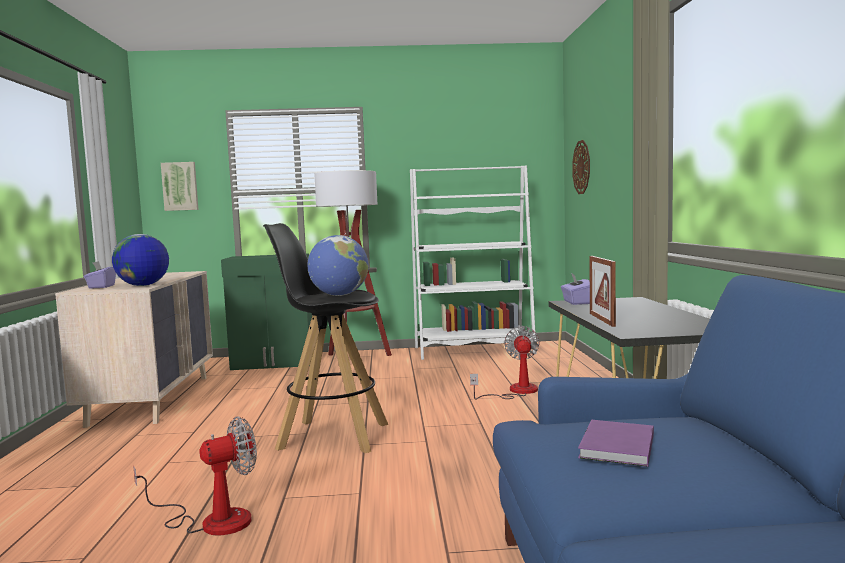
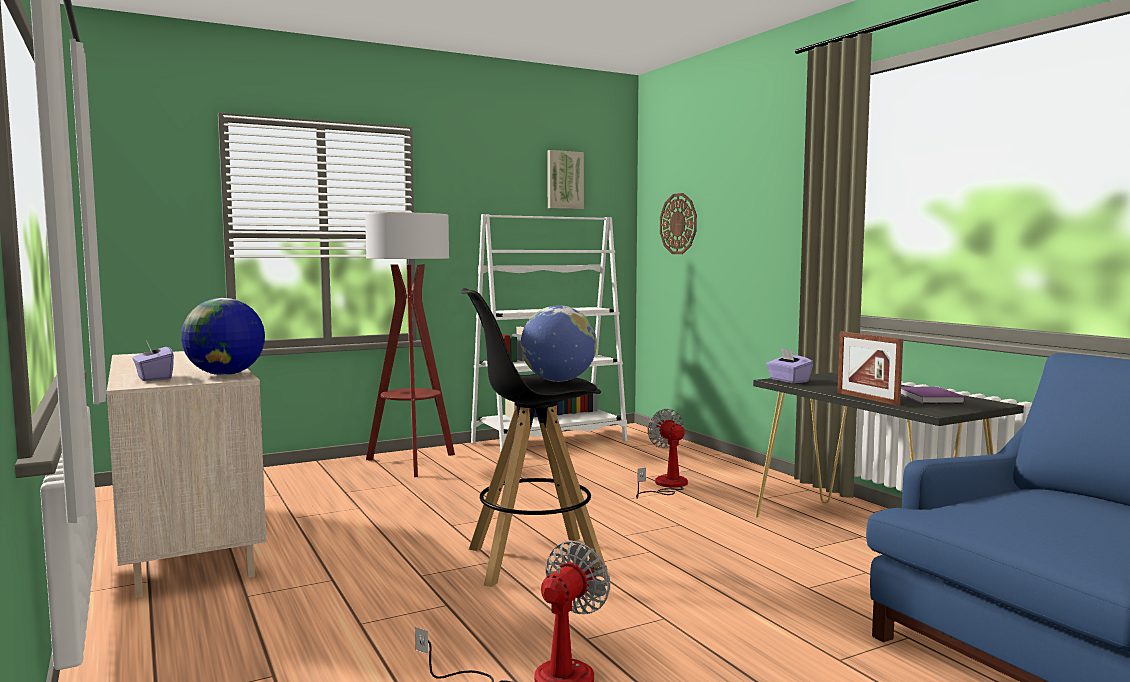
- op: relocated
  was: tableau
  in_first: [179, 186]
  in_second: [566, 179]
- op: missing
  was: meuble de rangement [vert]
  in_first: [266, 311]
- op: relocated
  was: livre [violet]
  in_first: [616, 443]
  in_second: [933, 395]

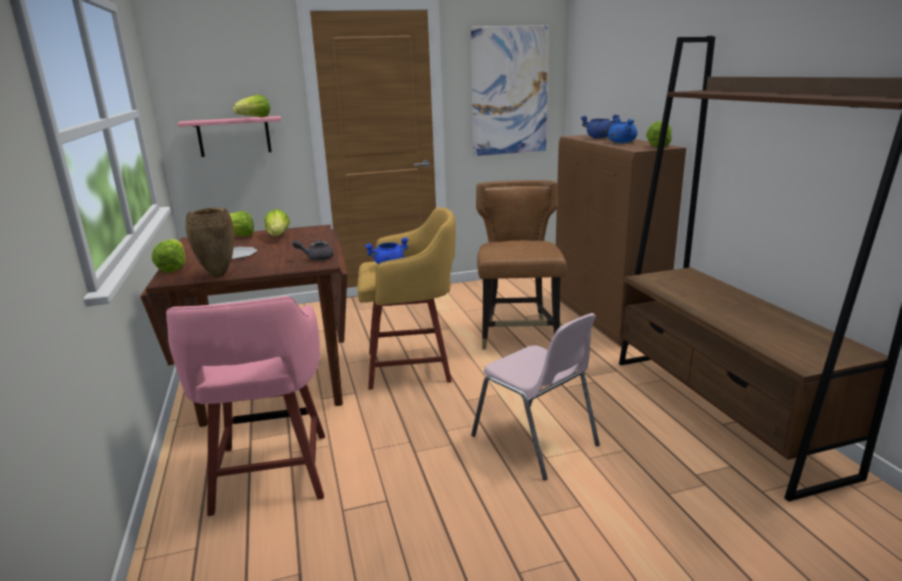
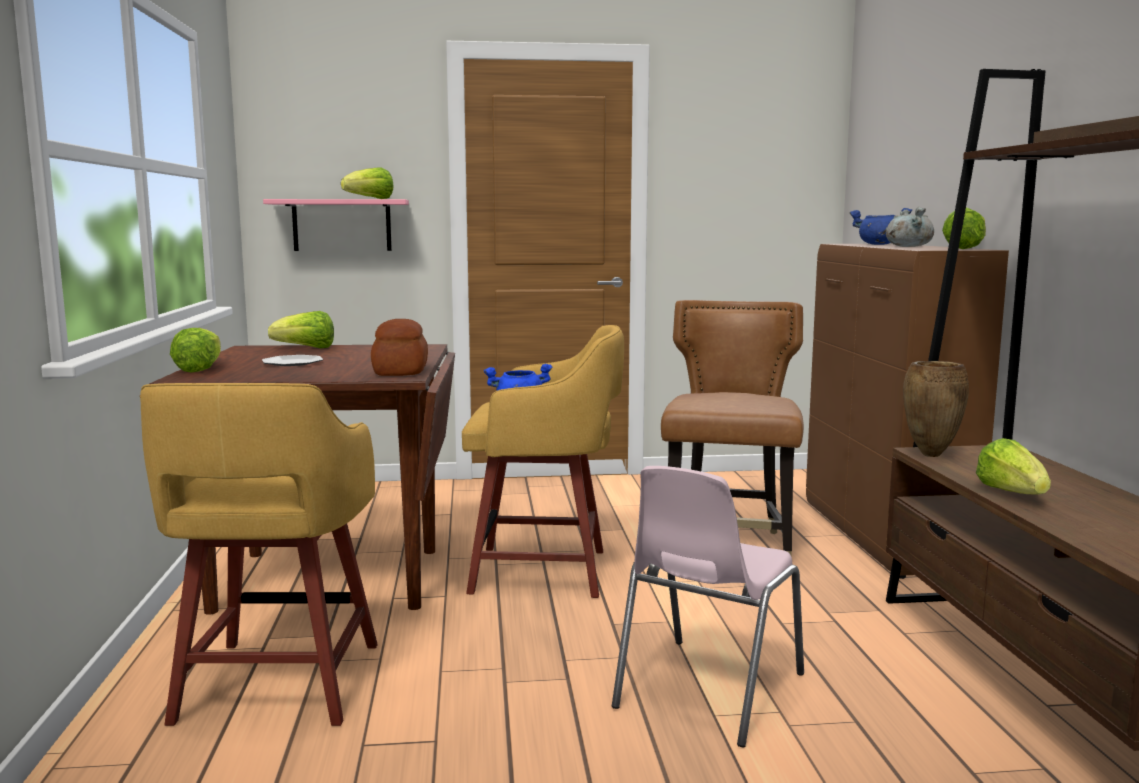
- op: missing
  was: tableau
  in_first: [510, 90]
- op: colour
  was: marmite [bleu]
  now: marmite [gris]
  in_first: [622, 130]
  in_second: [910, 227]
- op: relocated
  was: vase [marron]
  in_first: [209, 242]
  in_second: [936, 409]
- op: relocated
  was: laitue
  in_first: [277, 222]
  in_second: [1013, 466]
- op: exchanged
  was: théière [gris]
  now: pain
  in_first: [312, 250]
  in_second: [399, 347]
- op: colour
  was: tabouret [rose]
  now: tabouret [jaune]
  in_first: [245, 406]
  in_second: [259, 554]
- op: spun
  was: chaise [rose]
  in_first: [535, 396]
  in_second: [708, 606]
  clockwise: 60

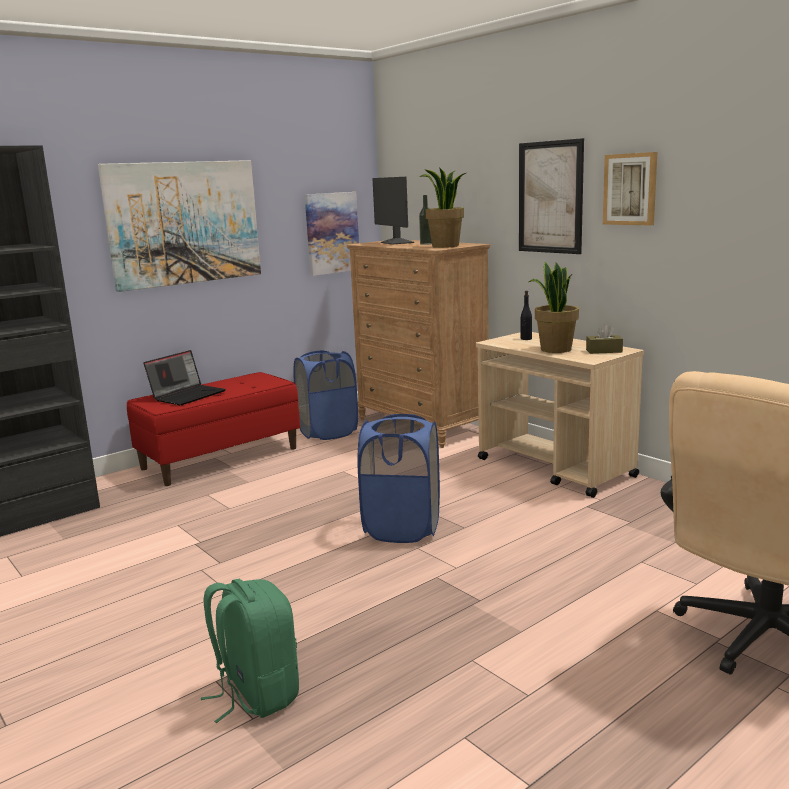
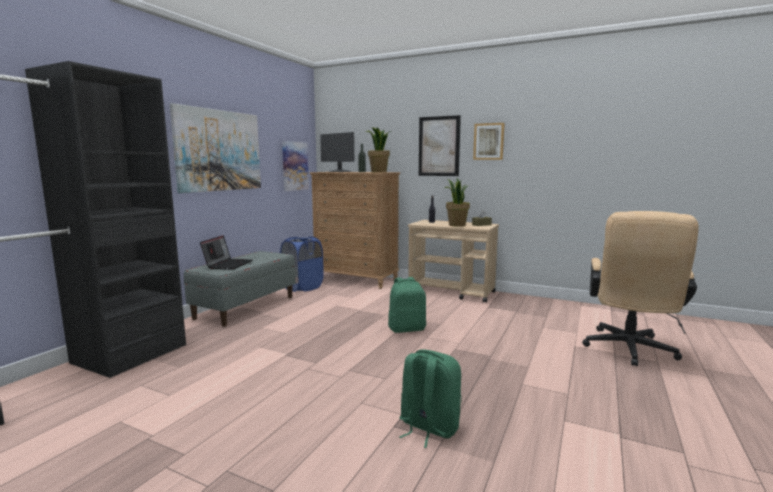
- op: colour
  was: banc [rouge]
  now: banc [gris]
  in_first: [213, 429]
  in_second: [240, 289]
- op: exchanged
  was: panier à linge [bleu]
  now: sac à dos [vert]
  in_first: [398, 478]
  in_second: [407, 305]

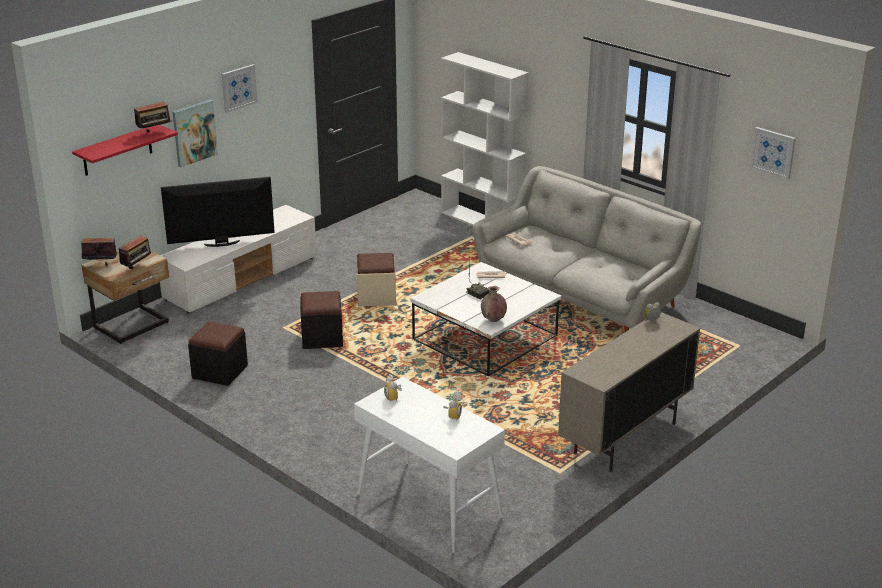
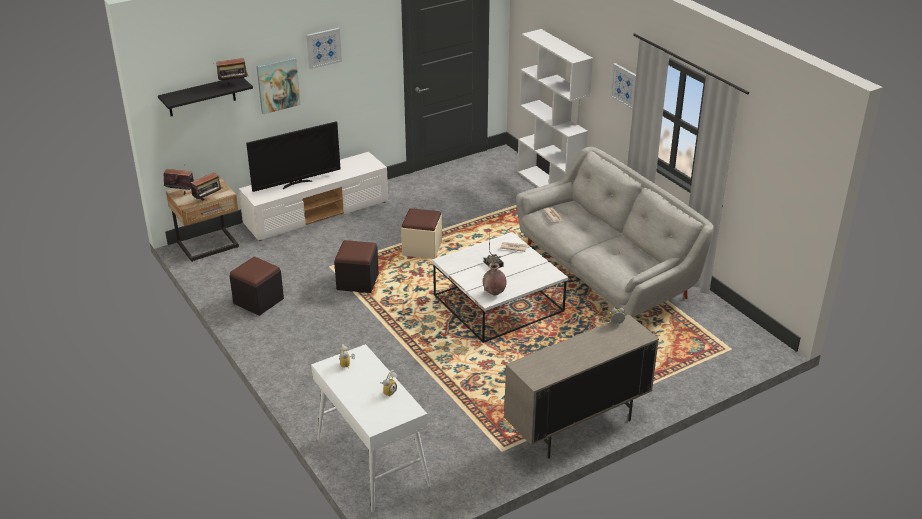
- op: colour
  was: étagère [rouge]
  now: étagère [noir]
  in_first: [125, 150]
  in_second: [205, 97]
- op: relocated
  was: tableau
  in_first: [773, 153]
  in_second: [623, 86]
- op: spun
  was: téléviseur
  in_first: [218, 212]
  in_second: [293, 156]
  clockwise: 150

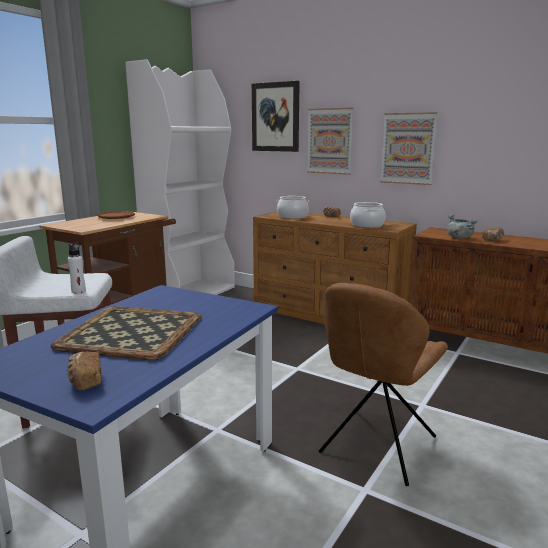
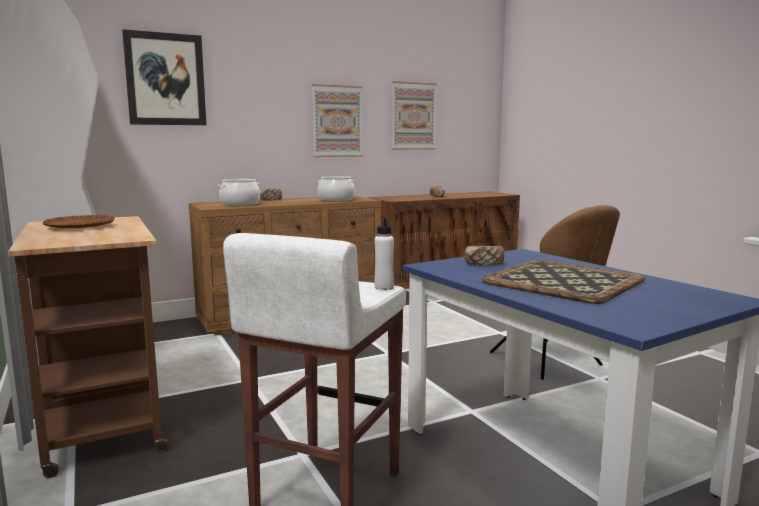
- op: relocated
  was: tableau
  in_first: [330, 141]
  in_second: [414, 115]
- op: missing
  was: marmite [gris]
  in_first: [462, 226]
- op: relocated
  was: pain
  in_first: [84, 371]
  in_second: [484, 256]

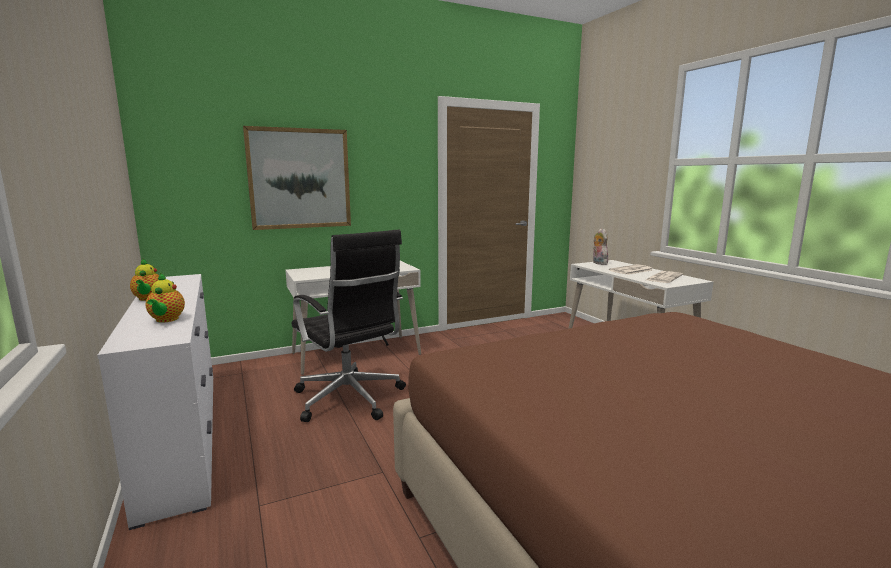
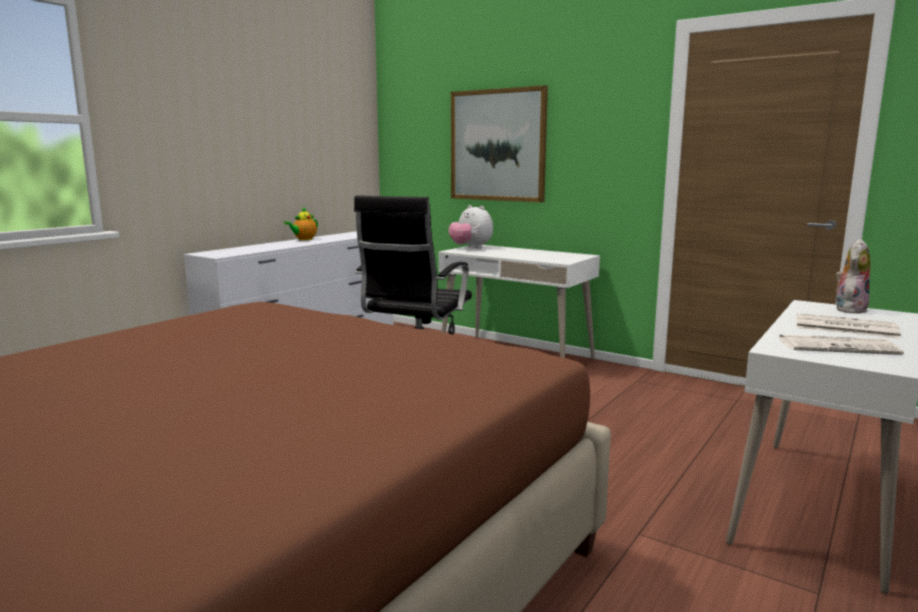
- op: missing
  was: théière
  in_first: [165, 298]
- op: appeared
  now: peluche
  in_second: [471, 227]

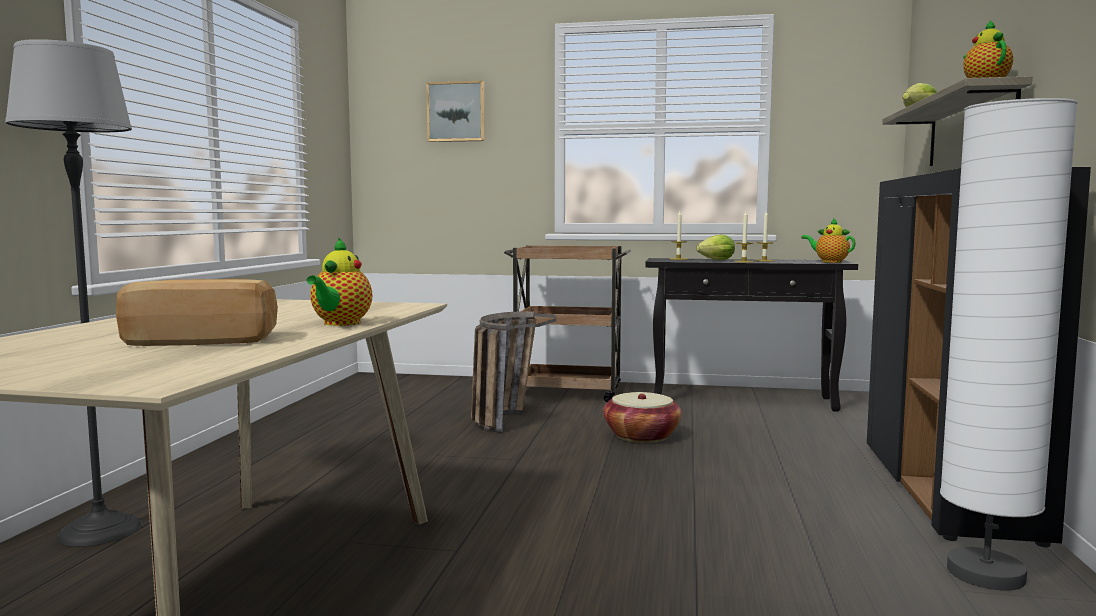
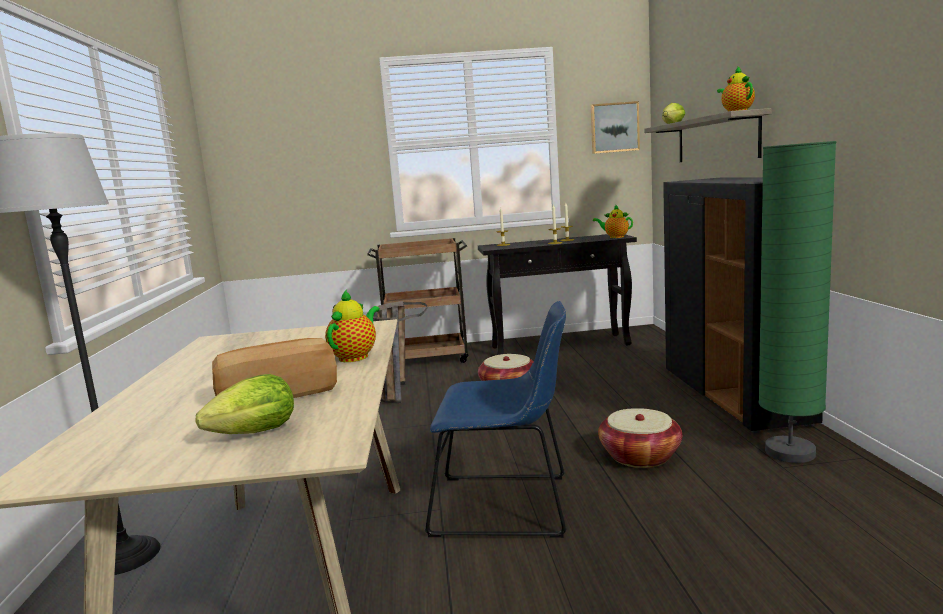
- op: relocated
  was: tableau
  in_first: [455, 111]
  in_second: [615, 127]
- op: colour
  was: lampadaire [blanc]
  now: lampadaire [vert]
  in_first: [1009, 344]
  in_second: [797, 302]
- op: relocated
  was: laitue
  in_first: [715, 247]
  in_second: [244, 404]
- op: spun
  was: théière
  in_first: [339, 281]
  in_second: [352, 325]
  clockwise: -150
- op: appeared
  now: chaise [bleu]
  in_second: [496, 419]
- op: appeared
  now: panier
  in_second: [640, 438]

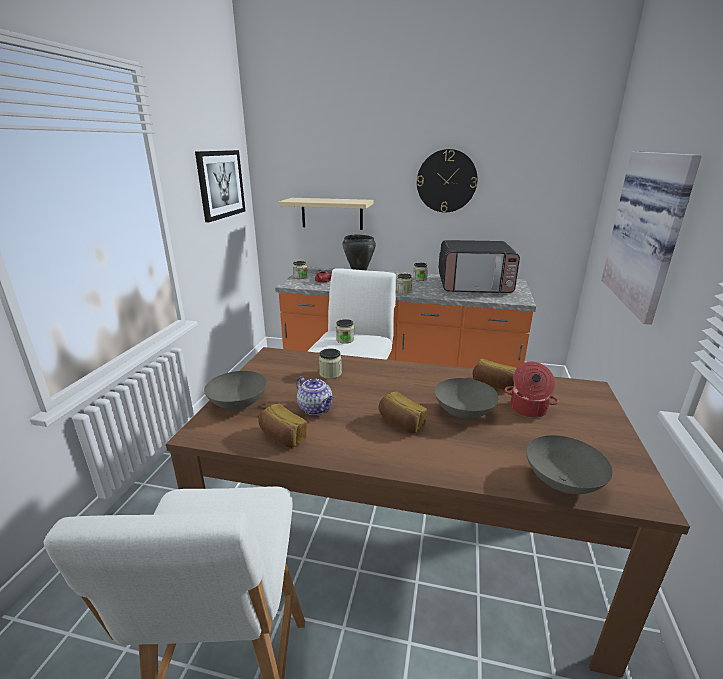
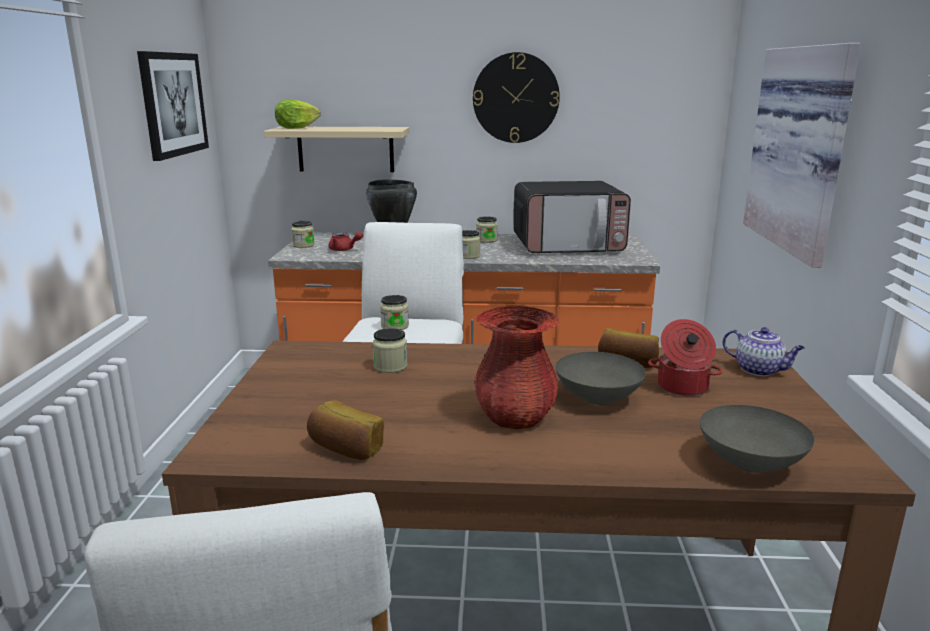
- op: missing
  was: bol [gris]
  in_first: [235, 390]
- op: relocated
  was: théière
  in_first: [315, 395]
  in_second: [764, 351]
- op: exchanged
  was: pain
  now: vase [rouge]
  in_first: [403, 413]
  in_second: [516, 367]
- op: appeared
  now: laitue
  in_second: [298, 114]

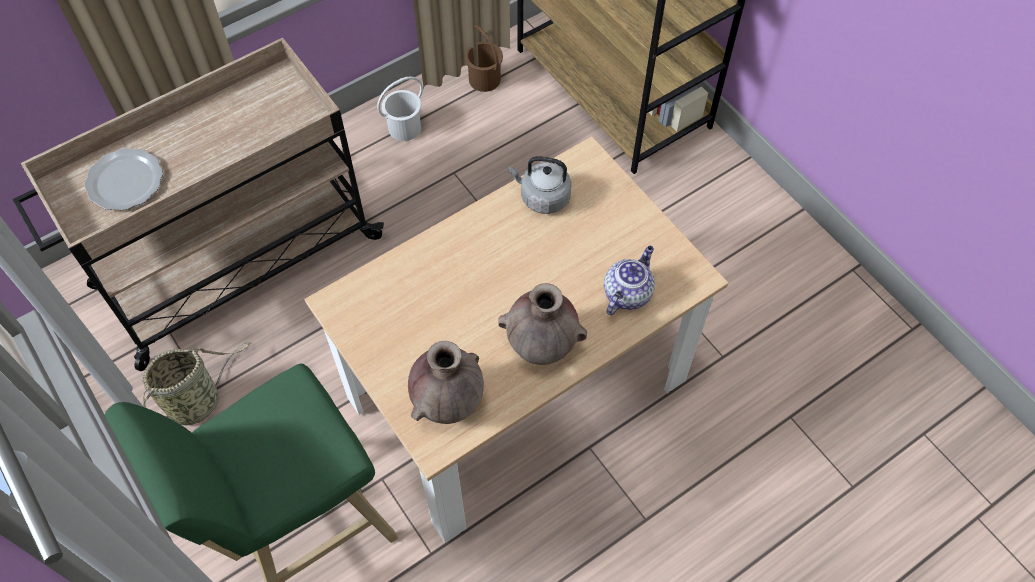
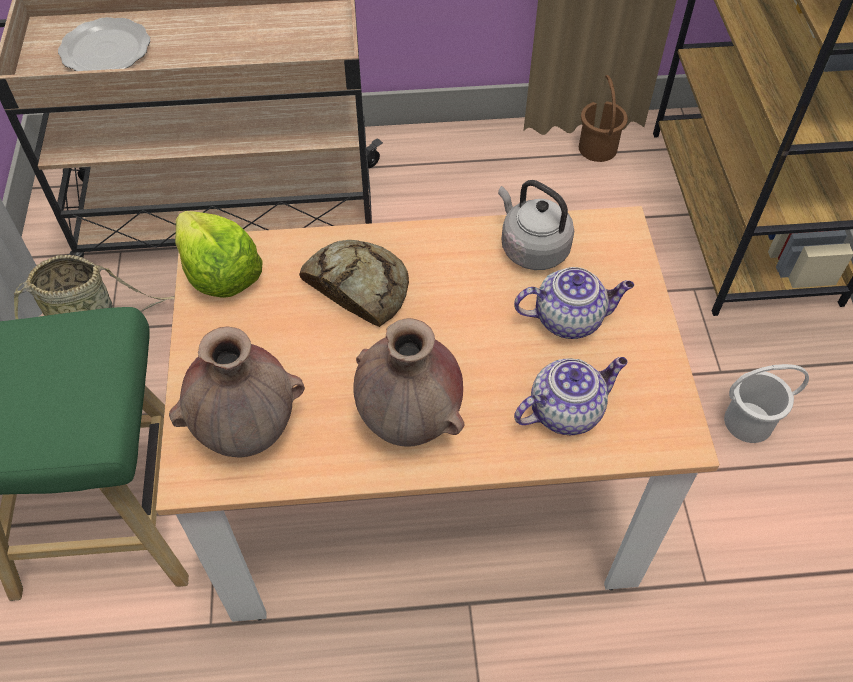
- op: relocated
  was: seau [blanc]
  in_first: [400, 108]
  in_second: [766, 403]
- op: appeared
  now: laitue
  in_second: [219, 254]
- op: appeared
  now: pain
  in_second: [354, 283]
- op: appeared
  now: théière
  in_second: [574, 303]

